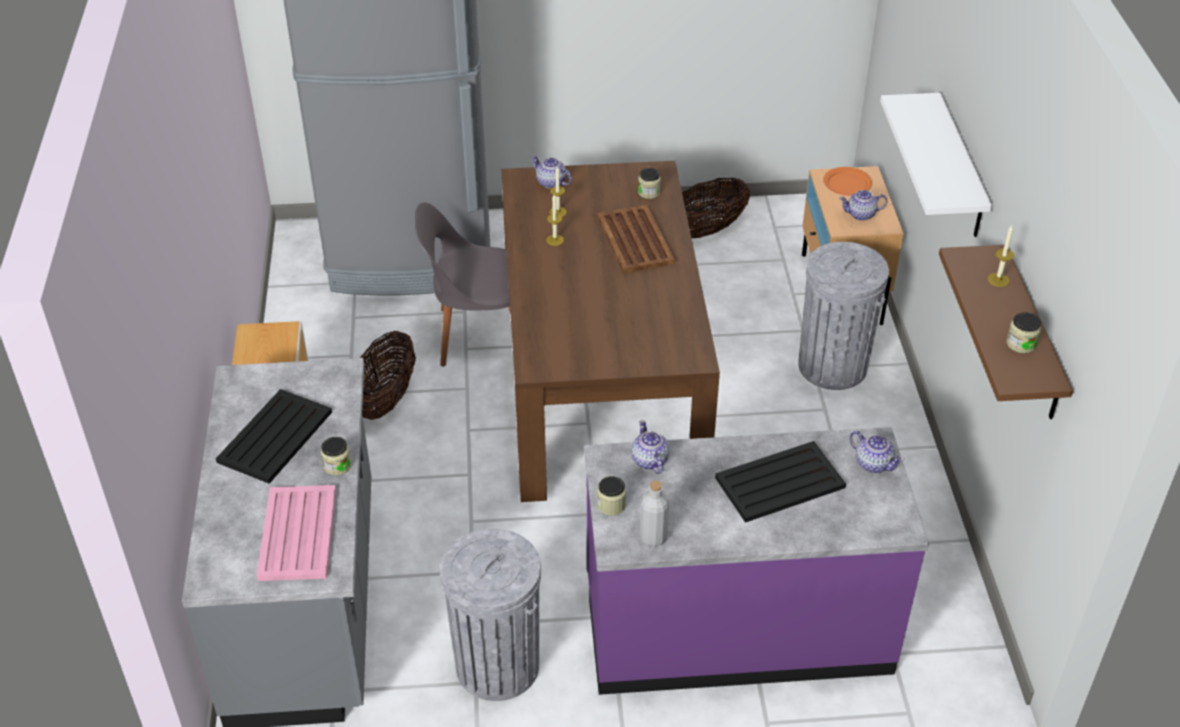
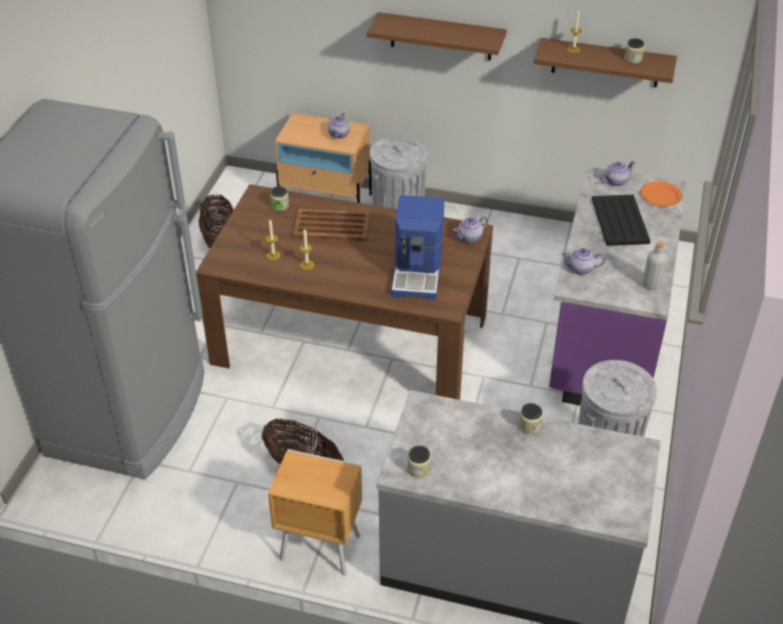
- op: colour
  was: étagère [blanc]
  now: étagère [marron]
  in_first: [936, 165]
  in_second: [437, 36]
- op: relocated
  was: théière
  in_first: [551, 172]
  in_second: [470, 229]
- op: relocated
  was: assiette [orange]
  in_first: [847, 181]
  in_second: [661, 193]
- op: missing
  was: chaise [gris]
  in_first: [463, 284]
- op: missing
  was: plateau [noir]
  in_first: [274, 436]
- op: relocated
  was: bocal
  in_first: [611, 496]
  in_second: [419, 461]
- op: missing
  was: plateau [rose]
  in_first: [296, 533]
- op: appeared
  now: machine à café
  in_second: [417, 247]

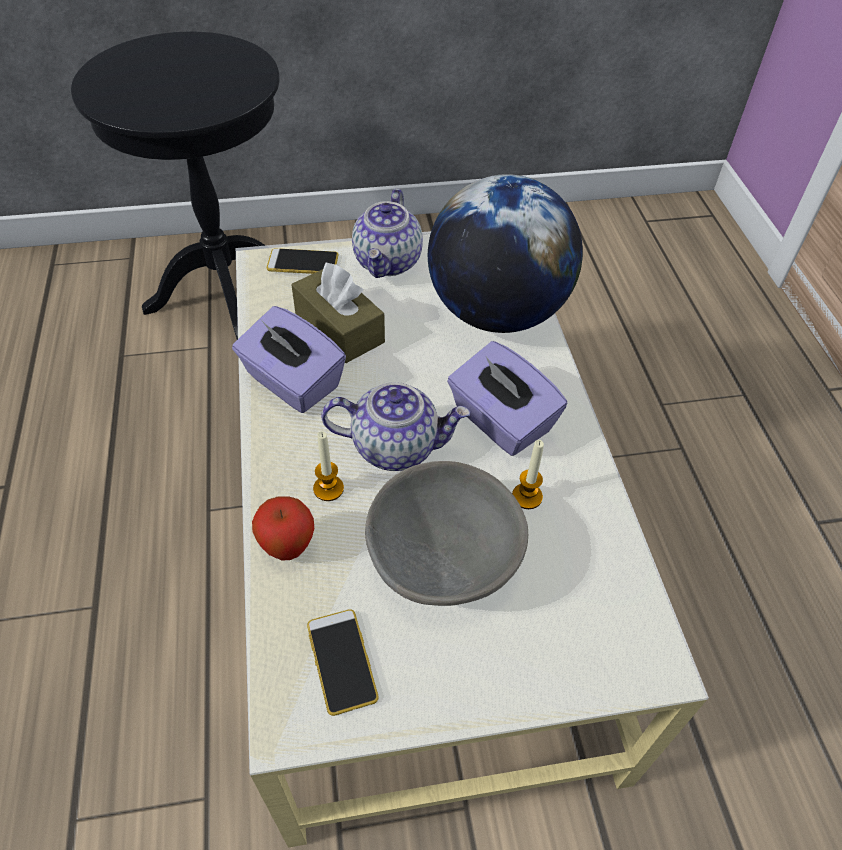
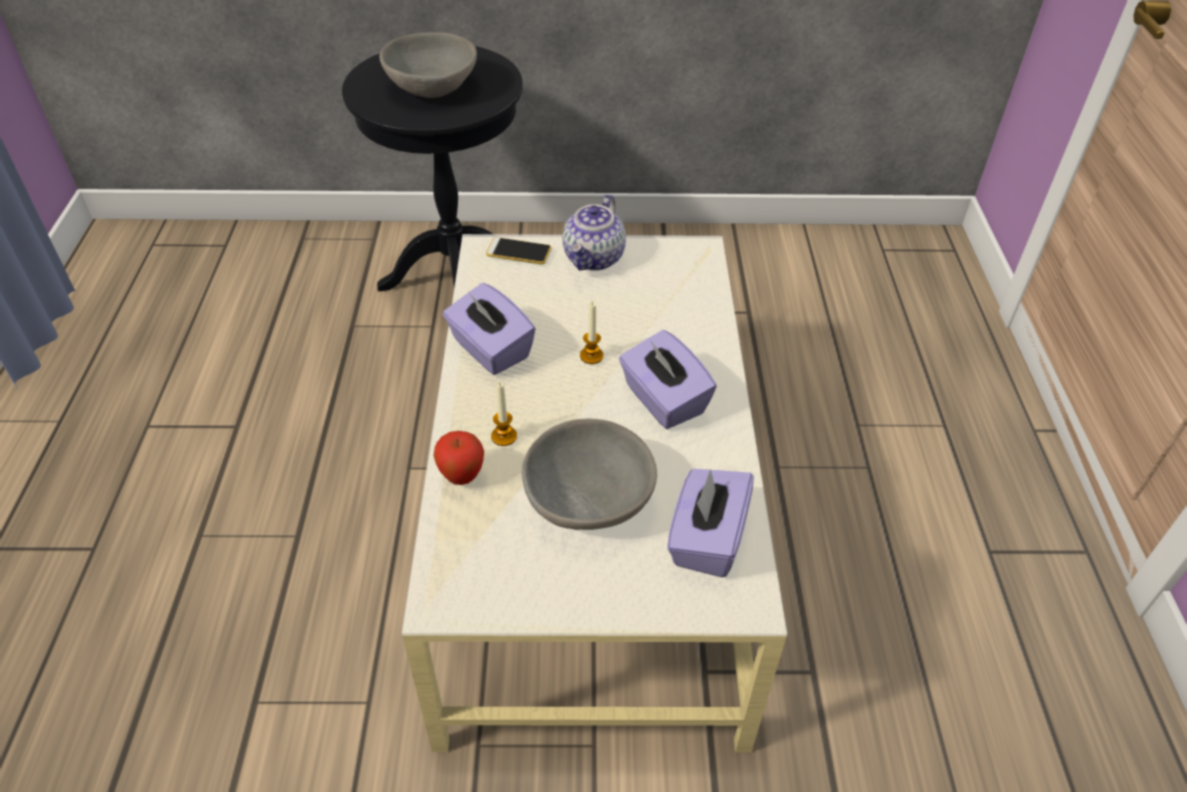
- op: missing
  was: globe
  in_first: [505, 253]
- op: missing
  was: boîte à mouchoirs [marron]
  in_first: [338, 313]
- op: missing
  was: théière
  in_first: [395, 426]
- op: relocated
  was: bougie
  in_first: [528, 474]
  in_second: [592, 332]
- op: missing
  was: téléphone
  in_first: [343, 662]
- op: appeared
  now: bol [gris]
  in_second: [428, 65]
- op: appeared
  now: boîte à mouchoirs [violet]
  in_second: [710, 523]

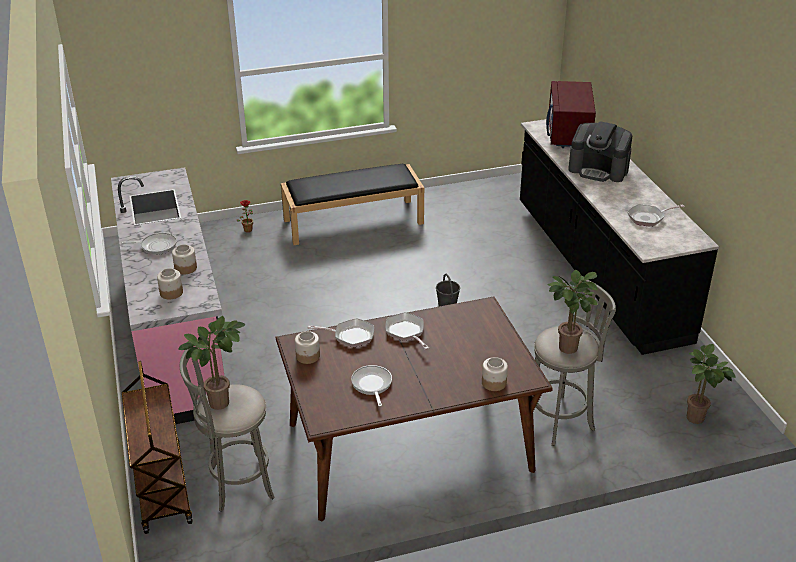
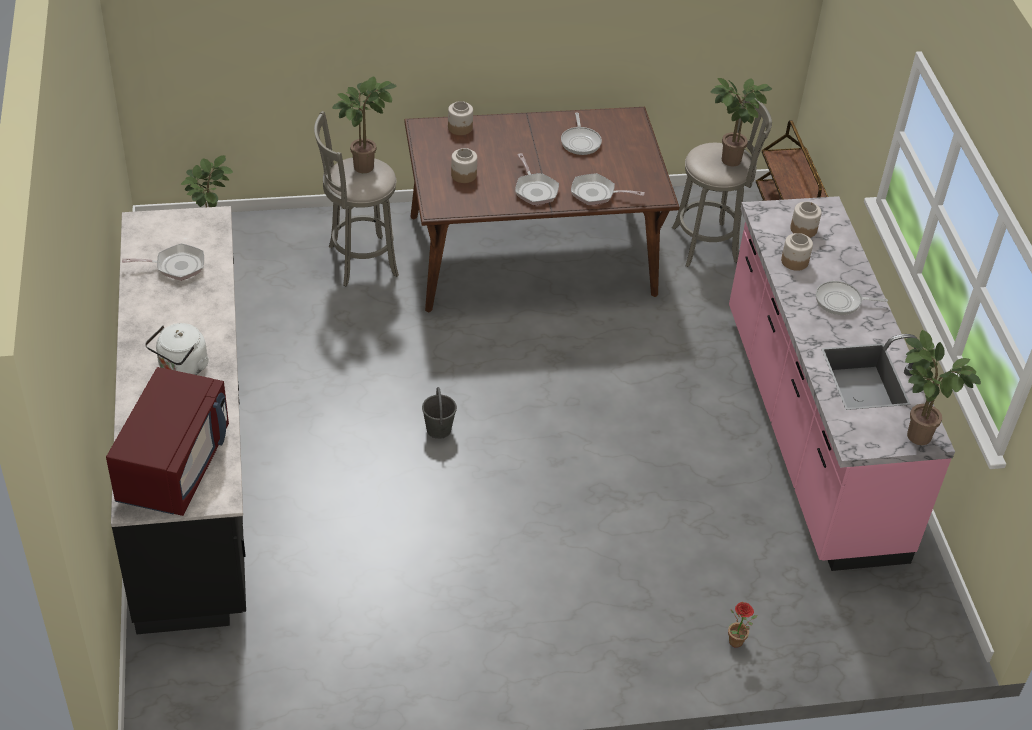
- op: exchanged
  was: machine à café
  now: bouilloire [blanc]
  in_first: [600, 152]
  in_second: [177, 349]
- op: missing
  was: banc [noir]
  in_first: [352, 204]
- op: relocated
  was: bocal
  in_first: [307, 347]
  in_second: [464, 165]
- op: appeared
  now: plante en pot
  in_second: [943, 387]

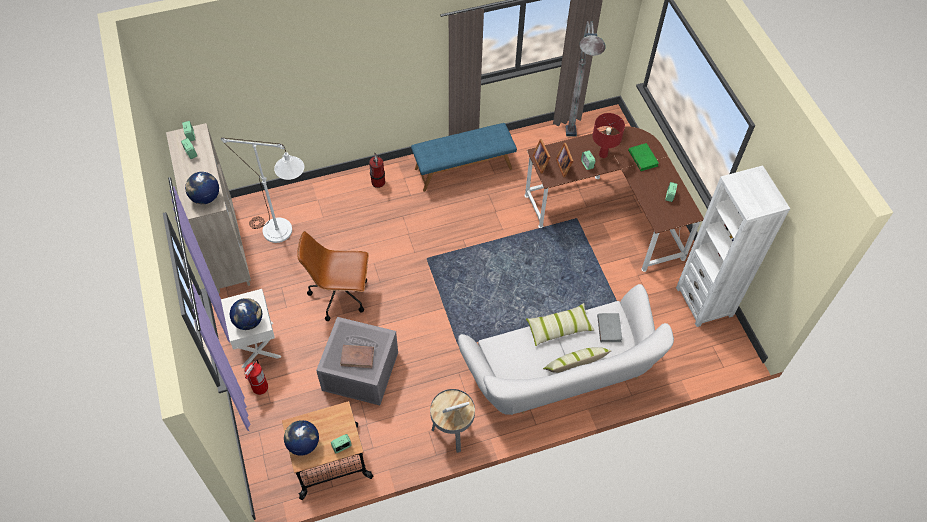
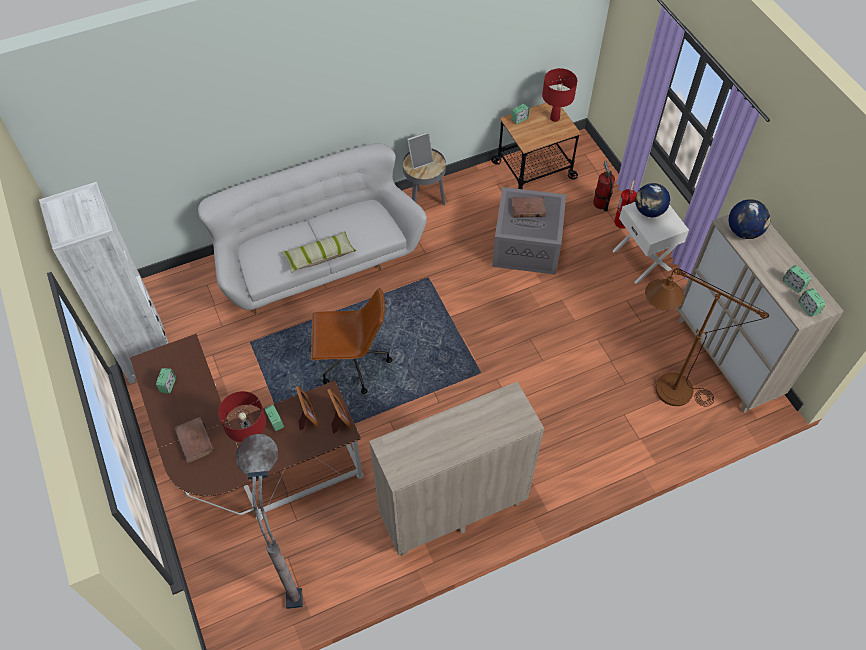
- op: exchanged
  was: banc [bleu]
  now: meuble de rangement [beige]
  in_first: [464, 157]
  in_second: [456, 468]
- op: colour
  was: lampadaire [blanc]
  now: lampadaire [marron]
  in_first: [262, 190]
  in_second: [707, 337]
- op: colour
  was: livre [vert]
  now: livre [marron]
  in_first: [643, 157]
  in_second: [194, 440]
- op: relocated
  was: extincteur
  in_first: [377, 170]
  in_second: [604, 186]
- op: relocated
  was: chaise de bureau [marron]
  in_first: [333, 276]
  in_second: [351, 341]
- op: missing
  was: livre [gris]
  in_first: [609, 327]
- op: missing
  was: coussin
  in_first: [577, 360]
- op: exchanged
  was: globe
  now: lampe de table [rouge]
  in_first: [301, 438]
  in_second: [559, 95]

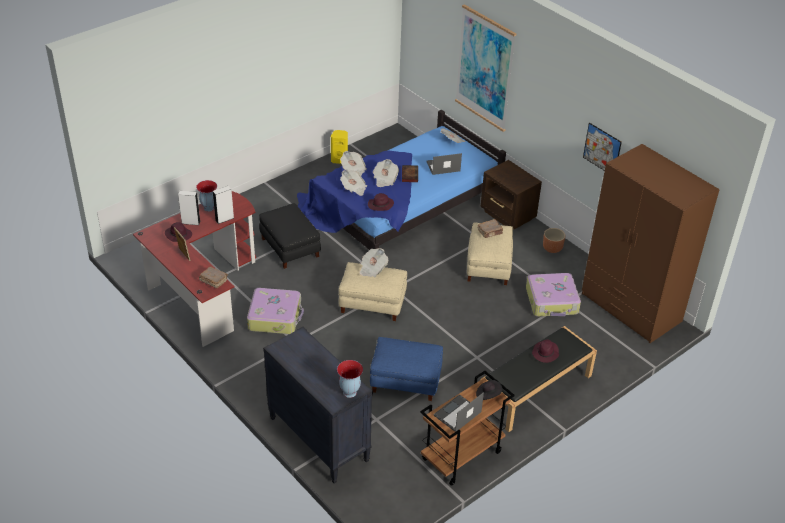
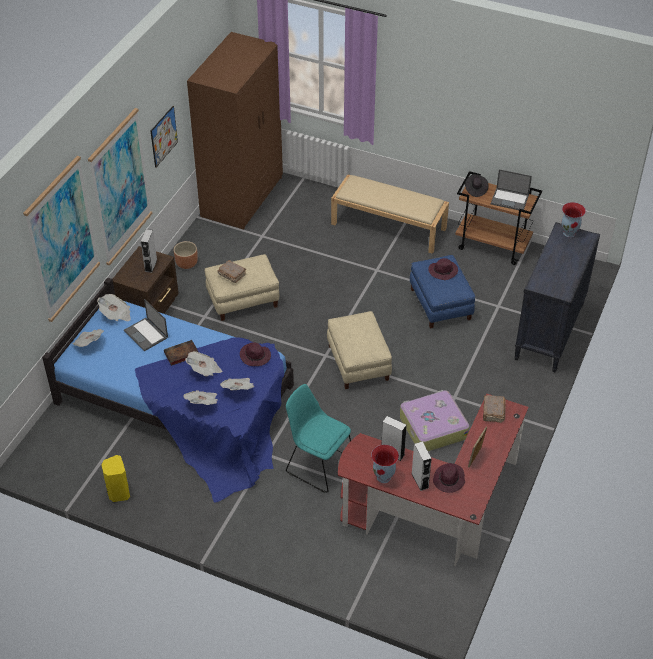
- op: exchanged
  was: pouf [noir]
  now: chaise [turquoise]
  in_first: [290, 236]
  in_second: [318, 438]
- op: relocated
  was: journal
  in_first: [373, 262]
  in_second: [114, 307]
- op: missing
  was: valise
  in_first: [553, 295]
- op: colour
  was: banc [noir]
  now: banc [beige]
  in_first: [538, 379]
  in_second: [390, 214]
- op: relocated
  was: chapeau [violet]
  in_first: [545, 351]
  in_second: [443, 269]
- op: appeared
  now: tableau
  in_second: [120, 187]
- op: appeared
  now: enceinte [gris]
  in_second: [149, 250]

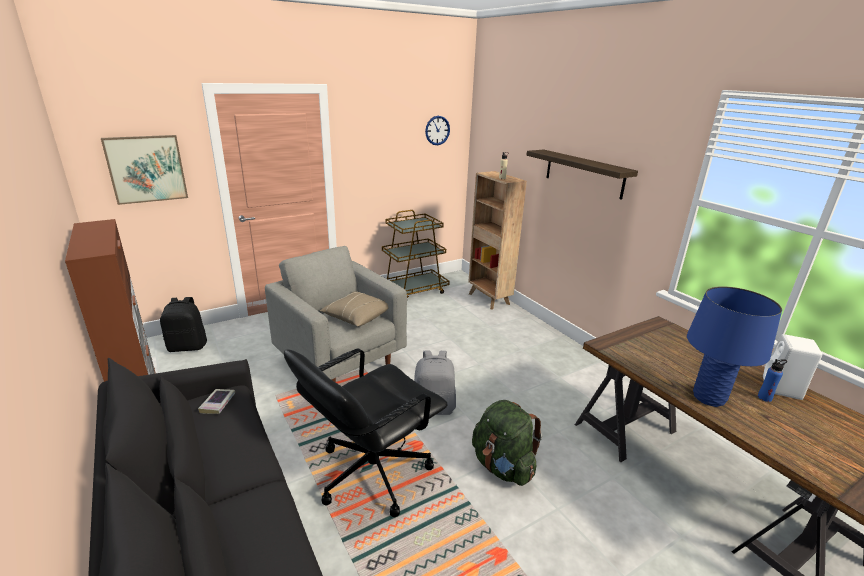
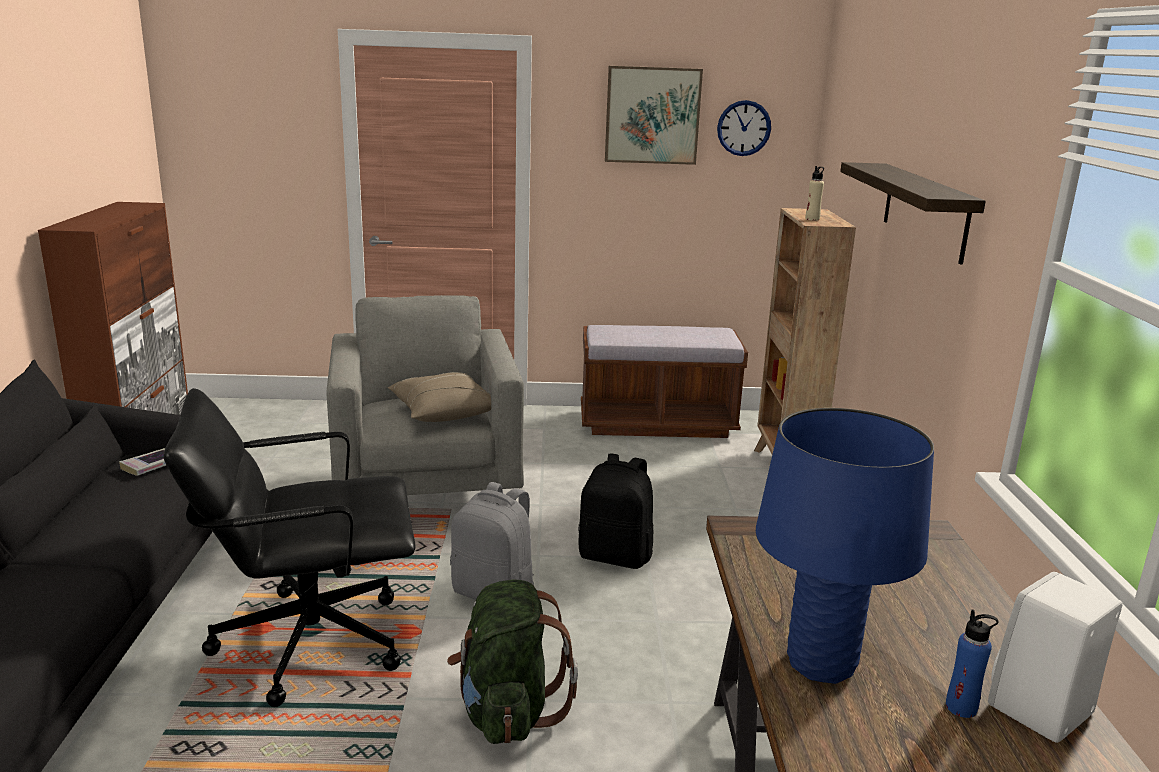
- op: relocated
  was: tableau
  in_first: [144, 170]
  in_second: [654, 115]
- op: exchanged
  was: chariot [marron]
  now: banc [marron]
  in_first: [416, 254]
  in_second: [664, 381]
- op: relocated
  was: sac à dos [noir]
  in_first: [183, 324]
  in_second: [615, 511]

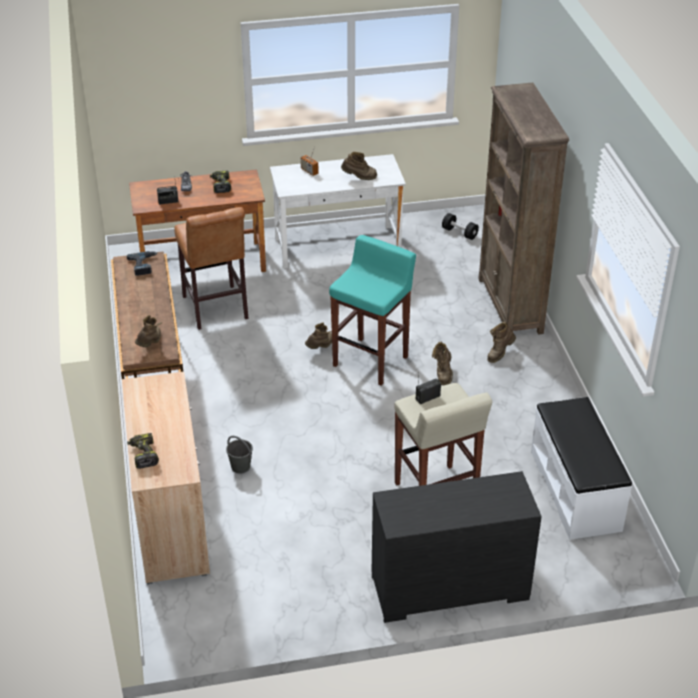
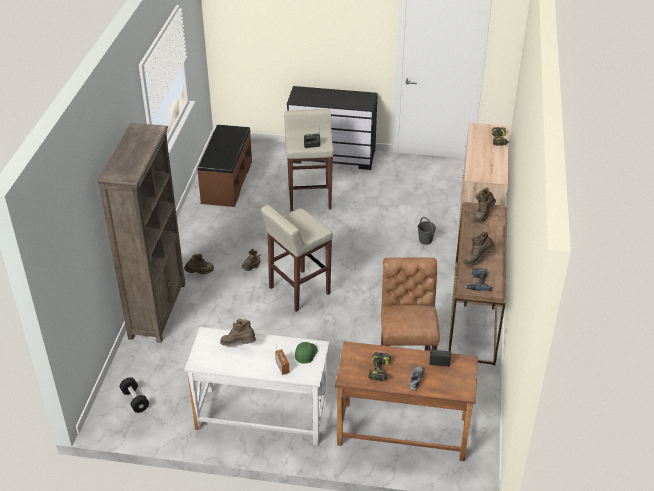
- op: colour
  was: tabouret [turquoise]
  now: tabouret [beige]
  in_first: [372, 310]
  in_second: [297, 258]
- op: relocated
  was: botte [marron]
  in_first: [318, 336]
  in_second: [479, 248]
- op: colour
  was: banc [blanc]
  now: banc [marron]
  in_first: [581, 468]
  in_second: [224, 166]
- op: appeared
  now: casquette [vert]
  in_second: [306, 353]

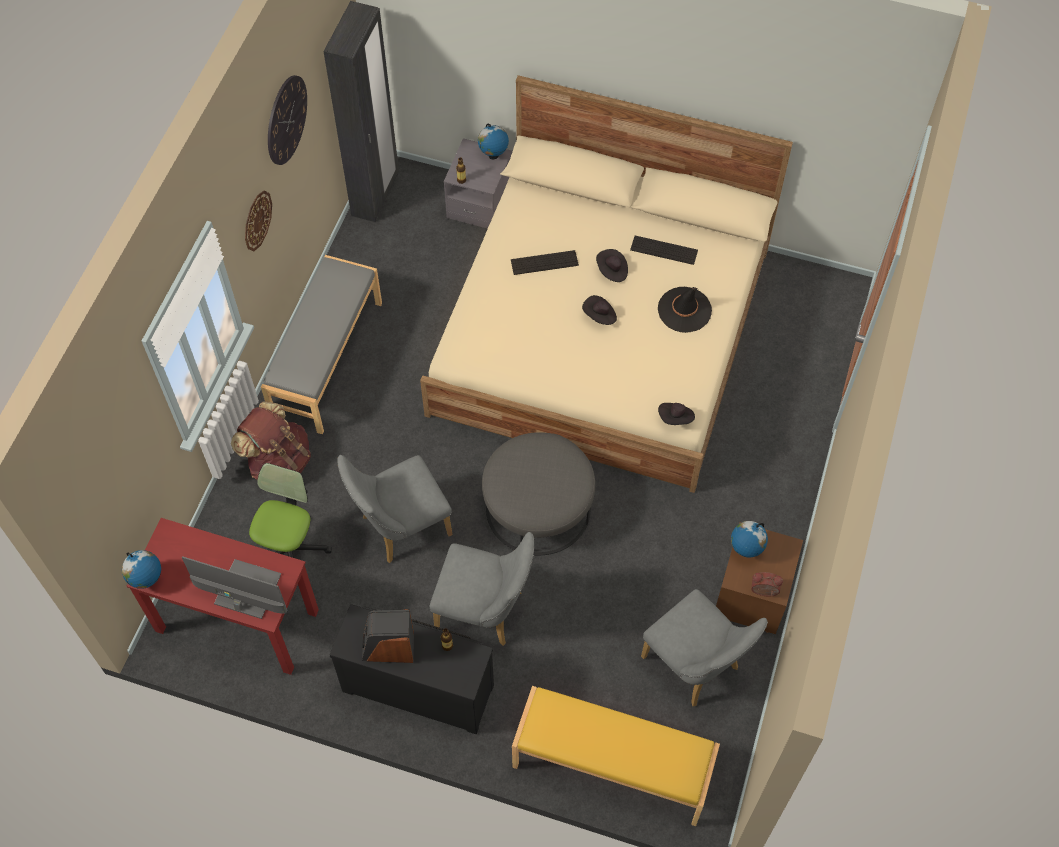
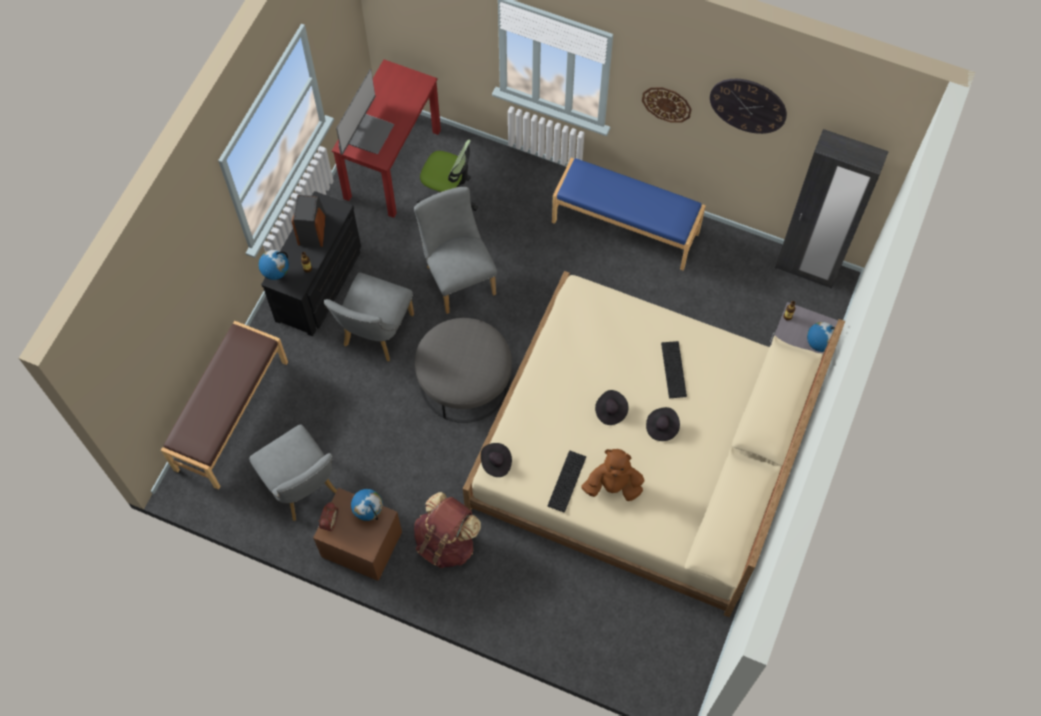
- op: relocated
  was: clavier
  in_first: [664, 250]
  in_second: [567, 481]
- op: colour
  was: banc [gris]
  now: banc [bleu]
  in_first: [321, 344]
  in_second: [629, 214]
- op: exchanged
  was: chapeau [noir]
  now: peluche [marron]
  in_first: [685, 310]
  in_second: [612, 475]
- op: relocated
  was: sac à dos [marron]
  in_first: [271, 440]
  in_second: [447, 530]
- op: relocated
  was: globe
  in_first: [141, 569]
  in_second: [274, 265]
- op: spun
  was: chaise [gris]
  in_first: [704, 648]
  in_second: [293, 472]
  clockwise: -90
- op: colour
  was: banc [jaune]
  now: banc [marron]
  in_first: [616, 756]
  in_second: [224, 405]

